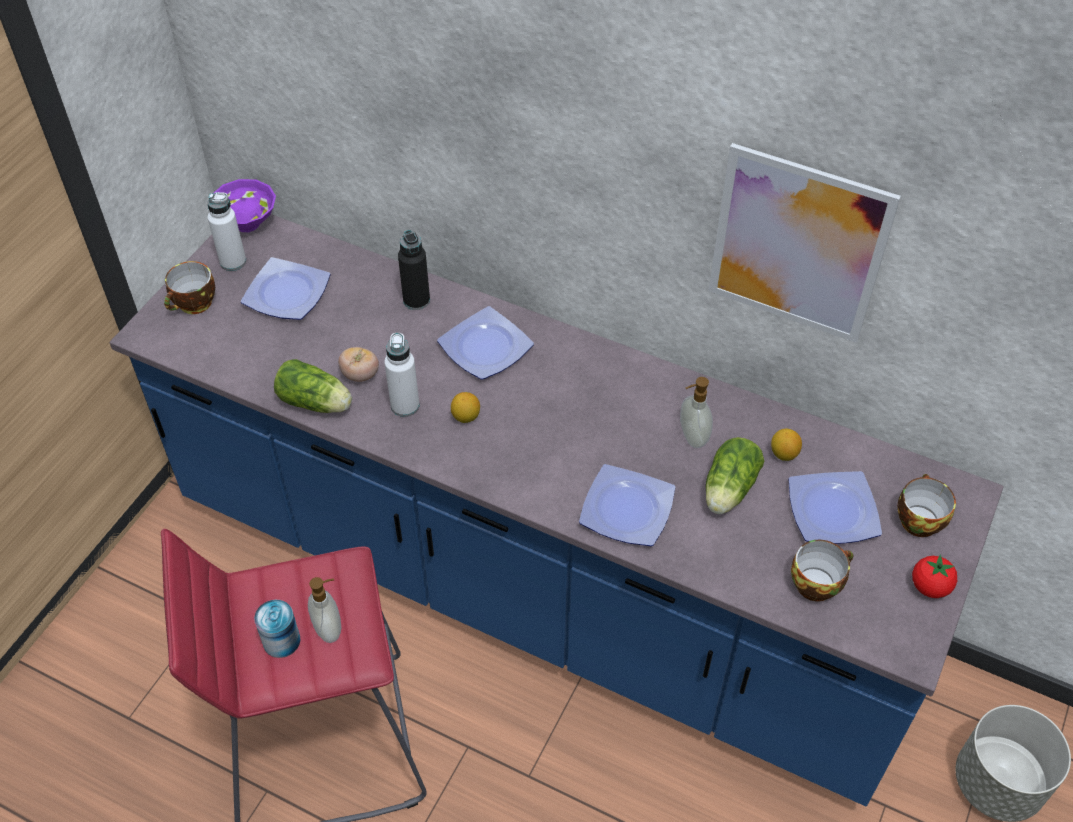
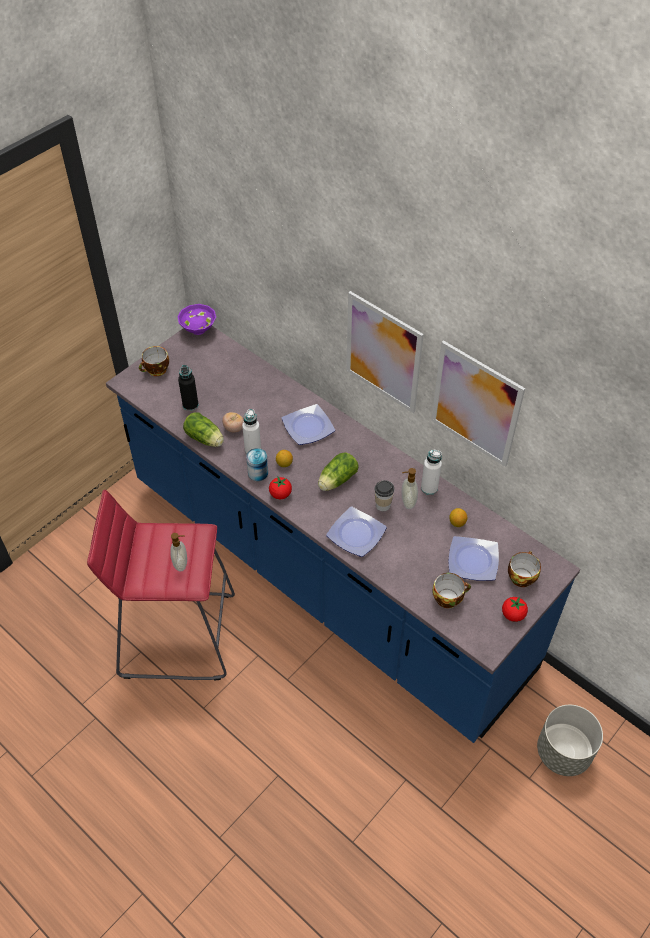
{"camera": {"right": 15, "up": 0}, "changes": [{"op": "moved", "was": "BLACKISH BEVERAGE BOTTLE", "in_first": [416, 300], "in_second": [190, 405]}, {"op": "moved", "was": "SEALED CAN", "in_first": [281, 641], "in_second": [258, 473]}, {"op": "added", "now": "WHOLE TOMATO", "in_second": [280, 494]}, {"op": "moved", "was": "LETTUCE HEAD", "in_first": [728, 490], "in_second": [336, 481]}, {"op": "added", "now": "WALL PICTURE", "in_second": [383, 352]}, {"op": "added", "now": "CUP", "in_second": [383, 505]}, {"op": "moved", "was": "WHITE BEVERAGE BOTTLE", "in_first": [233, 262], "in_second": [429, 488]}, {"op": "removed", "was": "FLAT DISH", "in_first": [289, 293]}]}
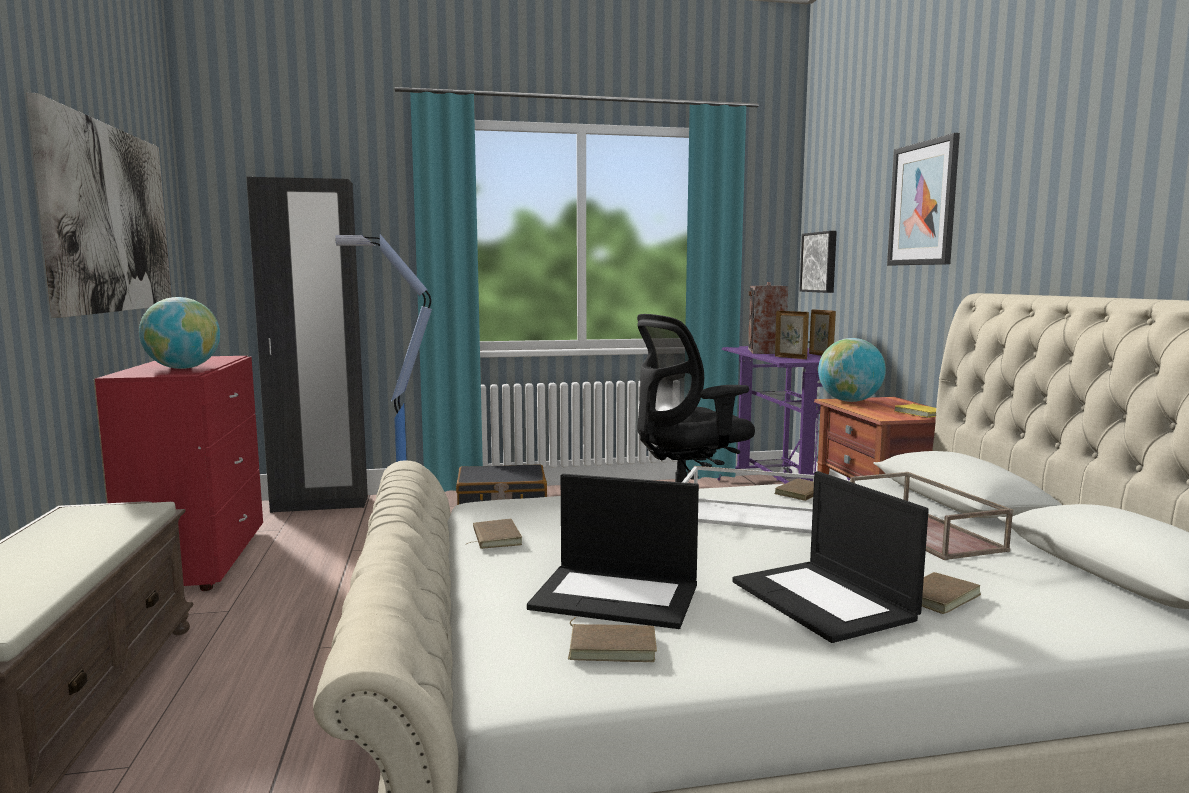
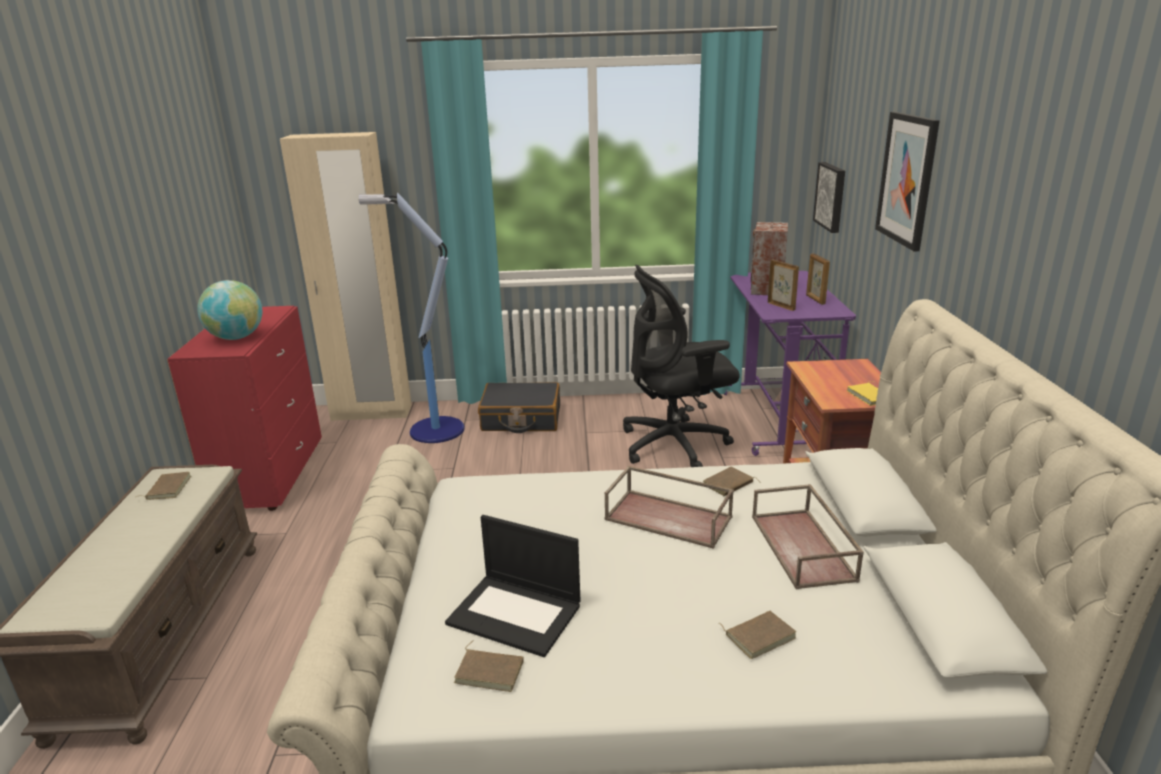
{"camera": {"right": 10, "up": 15}, "changes": [{"op": "moved", "was": "BROWN-COLOURED BOOK", "in_first": [494, 538], "in_second": [167, 488]}, {"op": "recoloured", "was": "BLACKISH WARDROBE", "now": "SAND-COLOURED WARDROBE", "in_first": [320, 505], "in_second": [371, 413]}, {"op": "recoloured", "was": "WHITE TRAY", "now": "BROWN-COLOURED TRAY", "in_first": [756, 516], "in_second": [670, 518]}, {"op": "removed", "was": "WALL PICTURE", "in_first": [108, 219]}, {"op": "removed", "was": "NOTEBOOK COMPUTER", "in_first": [824, 600]}, {"op": "removed", "was": "DESK GLOBE", "in_first": [849, 401]}]}
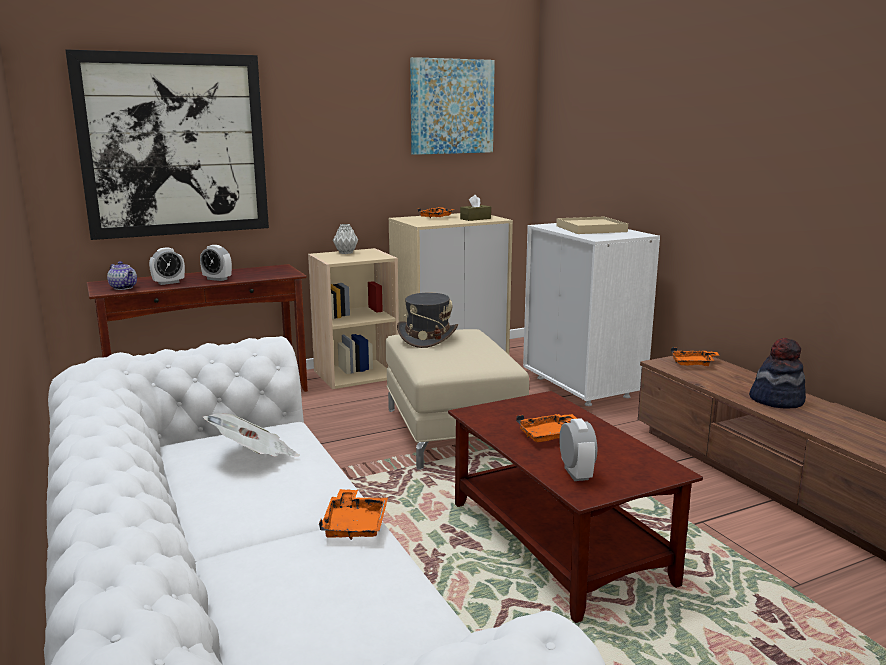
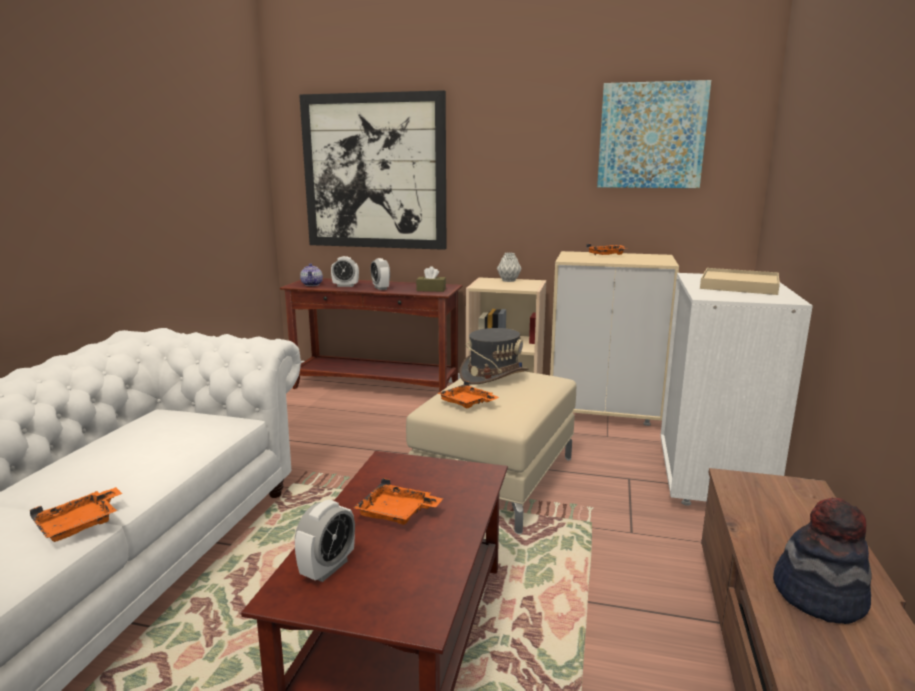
{"camera": {"right": 40, "up": 0}, "changes": [{"op": "moved", "was": "BROWN-COLOURED BOX OF TISSUES", "in_first": [475, 219], "in_second": [431, 290]}, {"op": "moved", "was": "ORANGE TRAY", "in_first": [693, 364], "in_second": [467, 403]}, {"op": "removed", "was": "PRINTED PAPER", "in_first": [255, 457]}]}
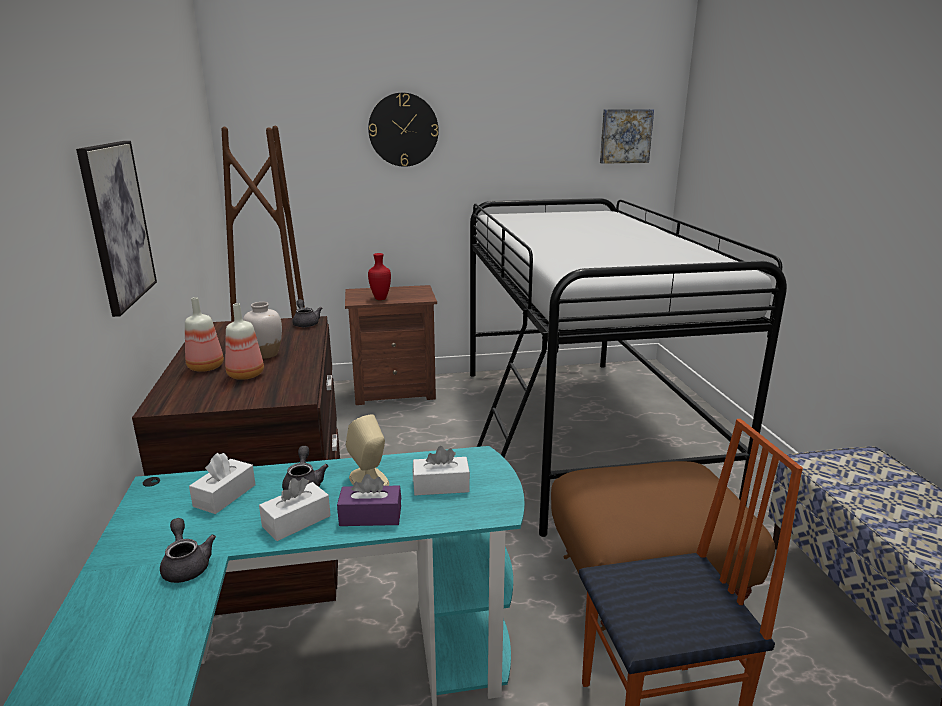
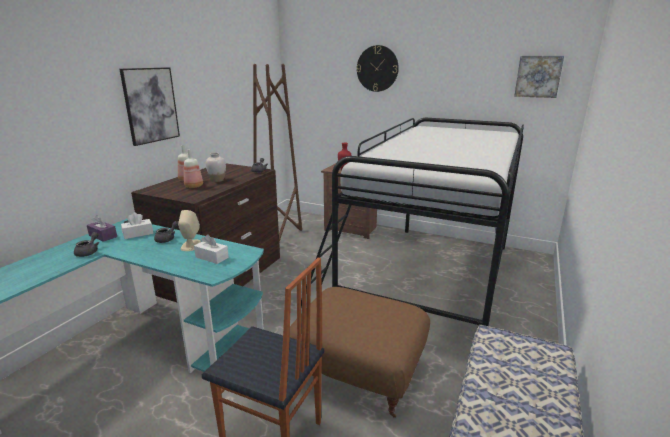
{"camera": {"right": 35, "up": 0}, "changes": [{"op": "moved", "was": "PURPLISH BOX OF TISSUES", "in_first": [370, 516], "in_second": [103, 236]}, {"op": "removed", "was": "WHITE BOX OF TISSUES", "in_first": [296, 521]}]}
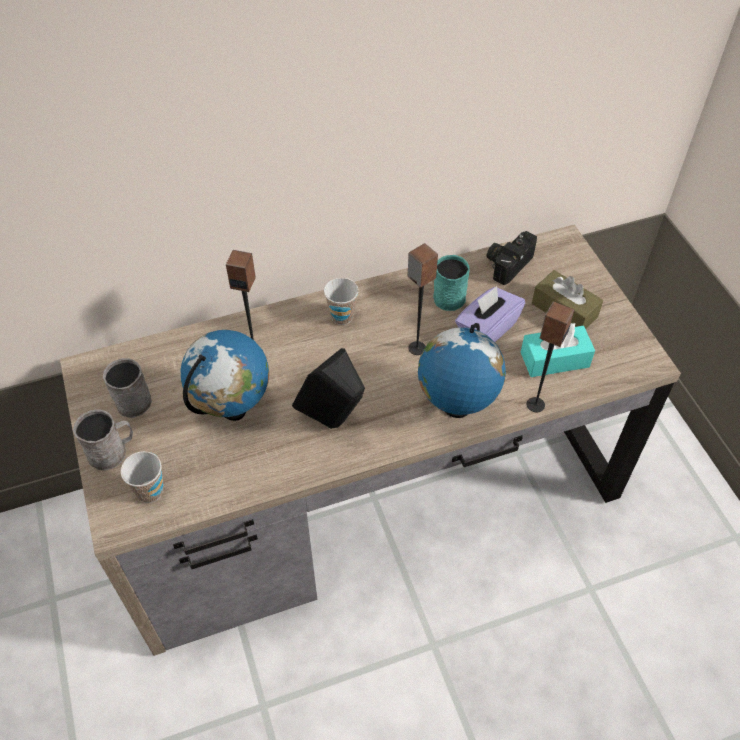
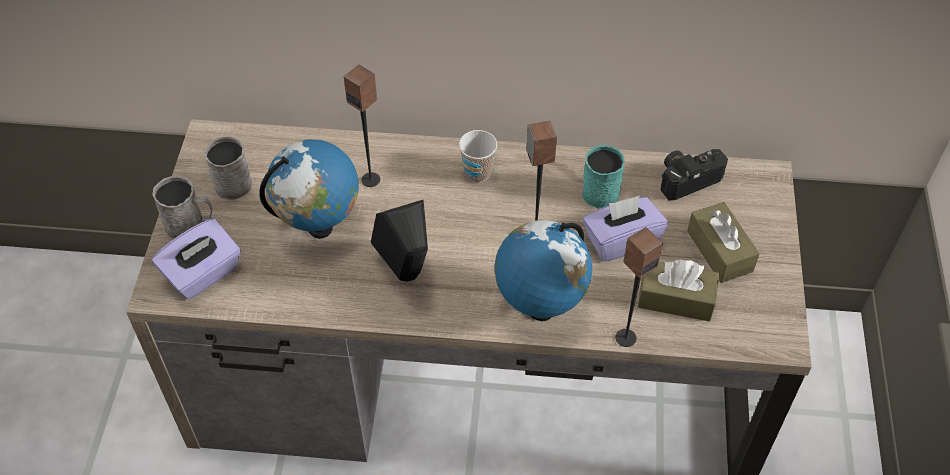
{"camera": {"right": 25, "up": 0}, "changes": [{"op": "replaced", "was": "CUP", "now": "PURPLISH BOX OF TISSUES", "in_first": [150, 491], "in_second": [203, 274]}, {"op": "recoloured", "was": "BLUE-GREEN BOX OF TISSUES", "now": "BROWN-COLOURED BOX OF TISSUES", "in_first": [554, 359], "in_second": [676, 299]}]}
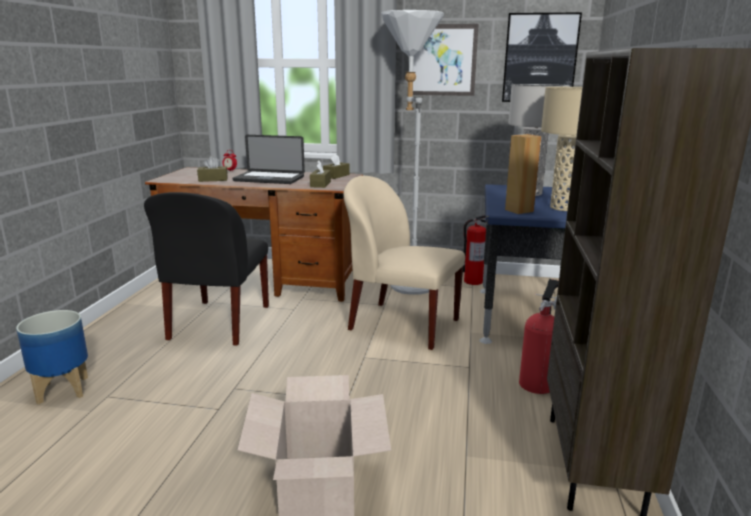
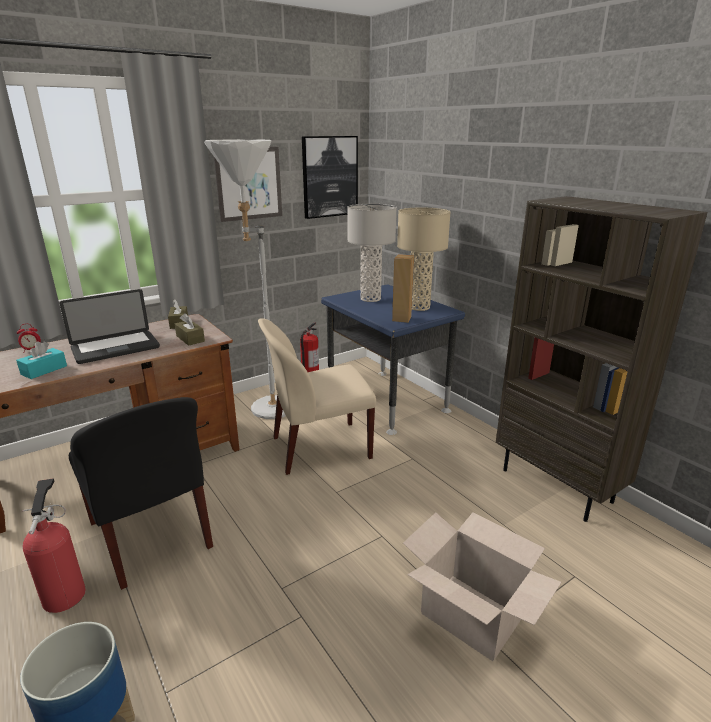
{"camera": {"right": -45, "up": 5}, "changes": [{"op": "recoloured", "was": "BROWN-COLOURED BOX OF TISSUES", "now": "BLUE-GREEN BOX OF TISSUES", "in_first": [213, 179], "in_second": [44, 370]}, {"op": "moved", "was": "FIRE-FIGHTING CYLINDER", "in_first": [537, 382], "in_second": [65, 592]}]}
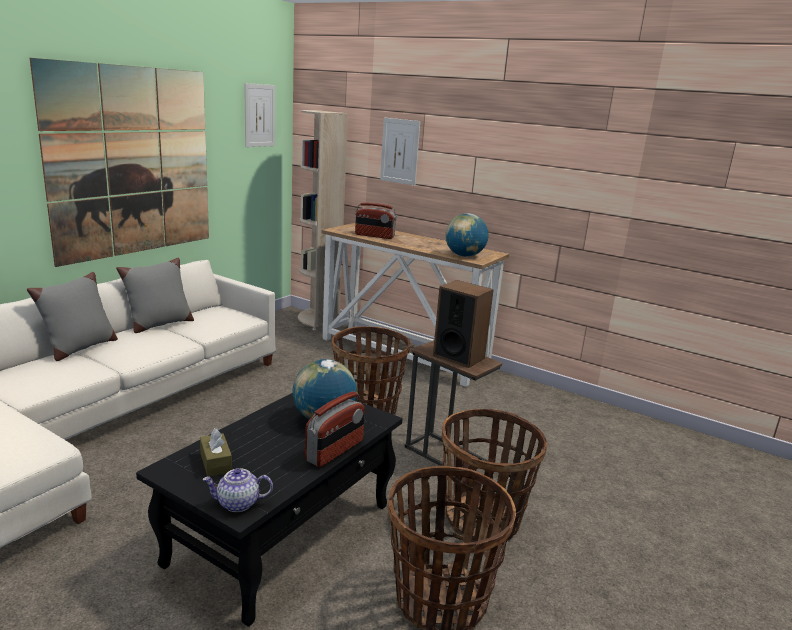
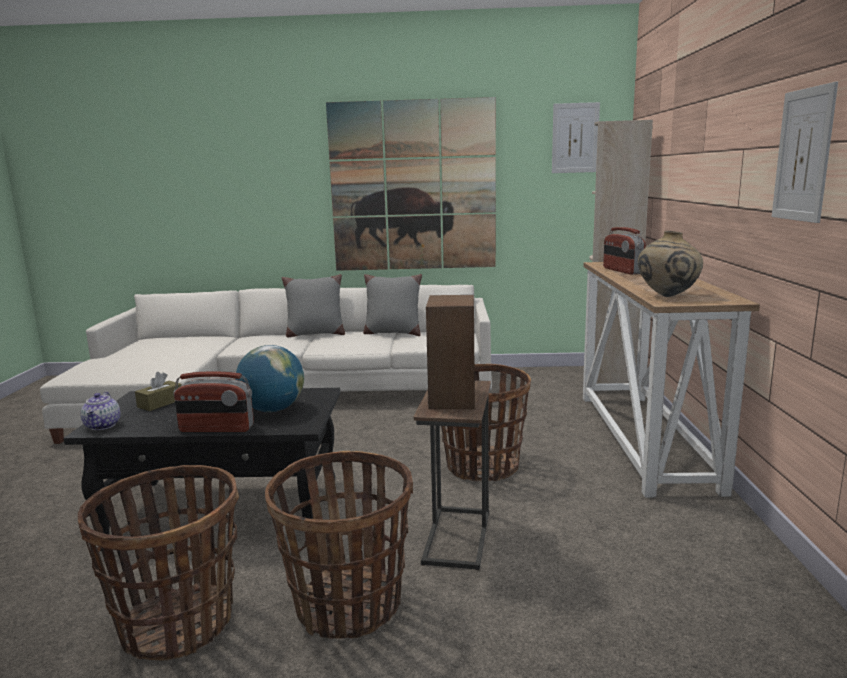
{"camera": {"right": 60, "up": -5}, "changes": [{"op": "turned", "was": "POT FOR TEA", "in_first": [237, 504], "in_second": [103, 426], "clockwise": -150}, {"op": "replaced", "was": "DESK GLOBE", "now": "SAND-COLOURED VASE", "in_first": [464, 256], "in_second": [667, 296]}, {"op": "moved", "was": "WALL PICTURE", "in_first": [400, 151], "in_second": [803, 155]}]}
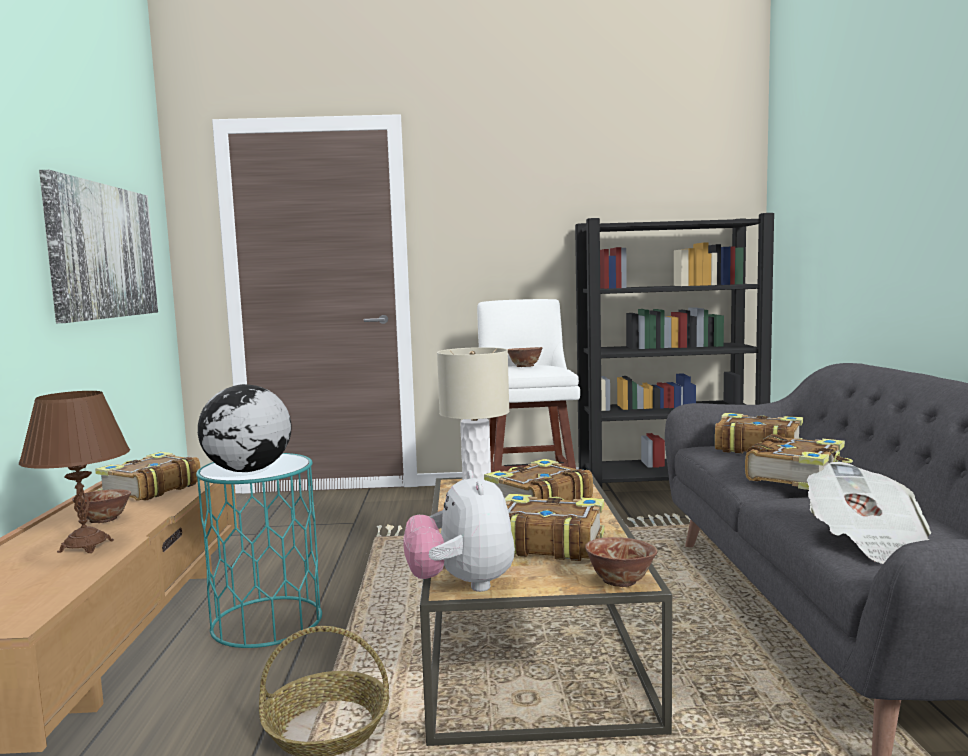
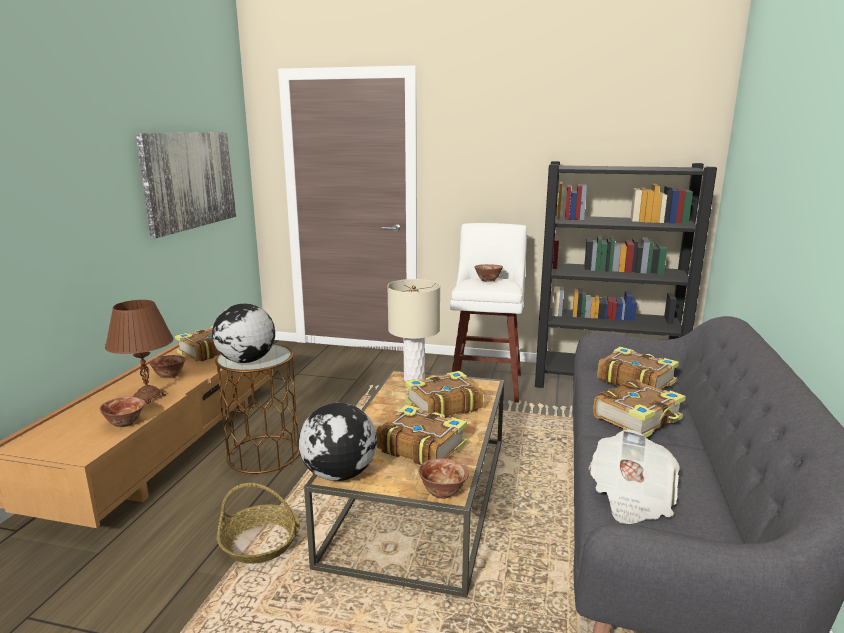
{"camera": {"right": 15, "up": 10}, "changes": [{"op": "added", "now": "SERVING BOWL", "in_second": [125, 423]}, {"op": "recoloured", "was": "BLUE-GREEN END TABLE", "now": "BROWN-COLOURED END TABLE", "in_first": [266, 621], "in_second": [263, 454]}, {"op": "replaced", "was": "CUDDLY TOY", "now": "DESK GLOBE", "in_first": [462, 585], "in_second": [340, 475]}]}
